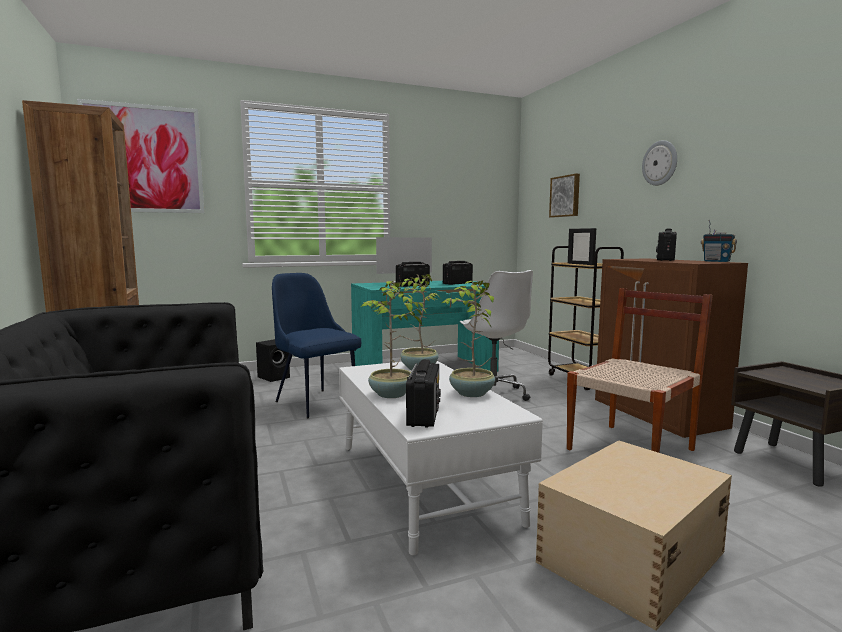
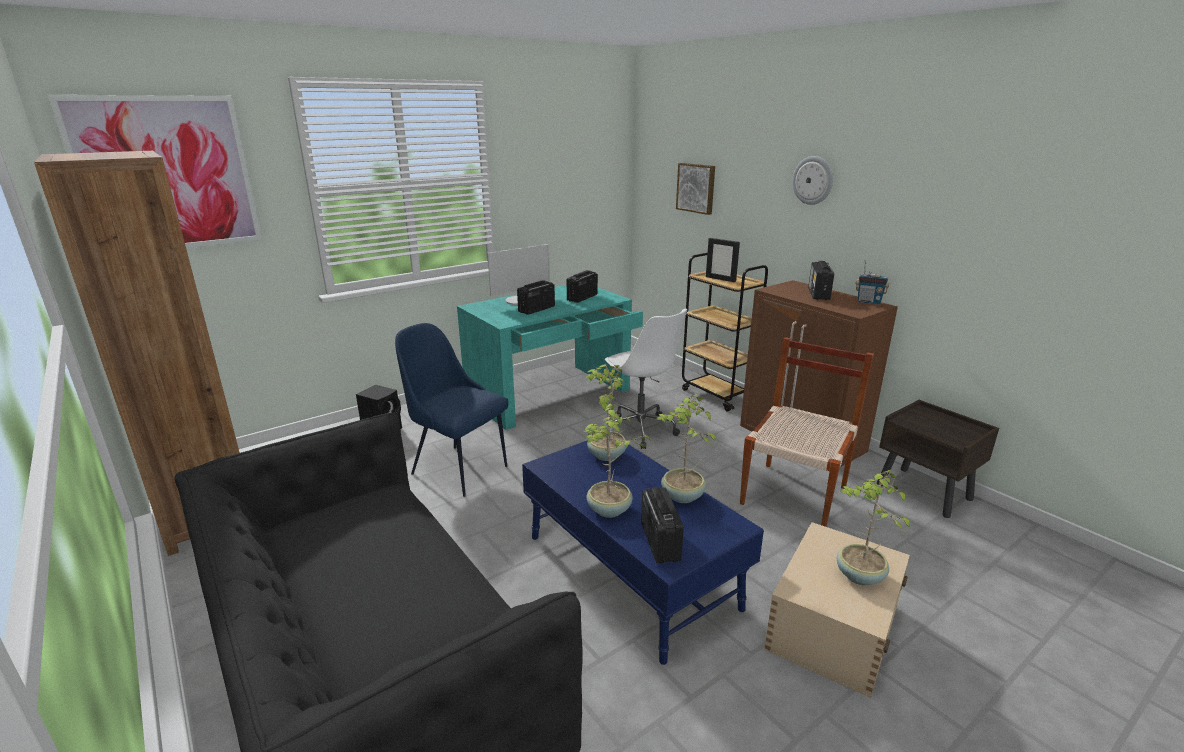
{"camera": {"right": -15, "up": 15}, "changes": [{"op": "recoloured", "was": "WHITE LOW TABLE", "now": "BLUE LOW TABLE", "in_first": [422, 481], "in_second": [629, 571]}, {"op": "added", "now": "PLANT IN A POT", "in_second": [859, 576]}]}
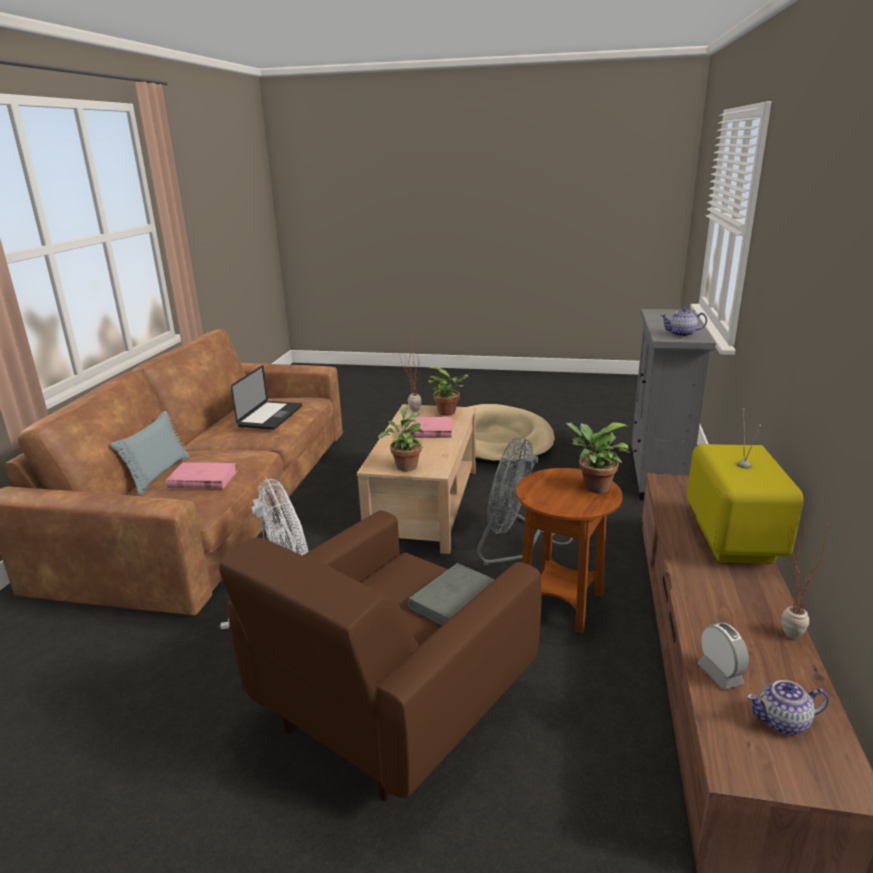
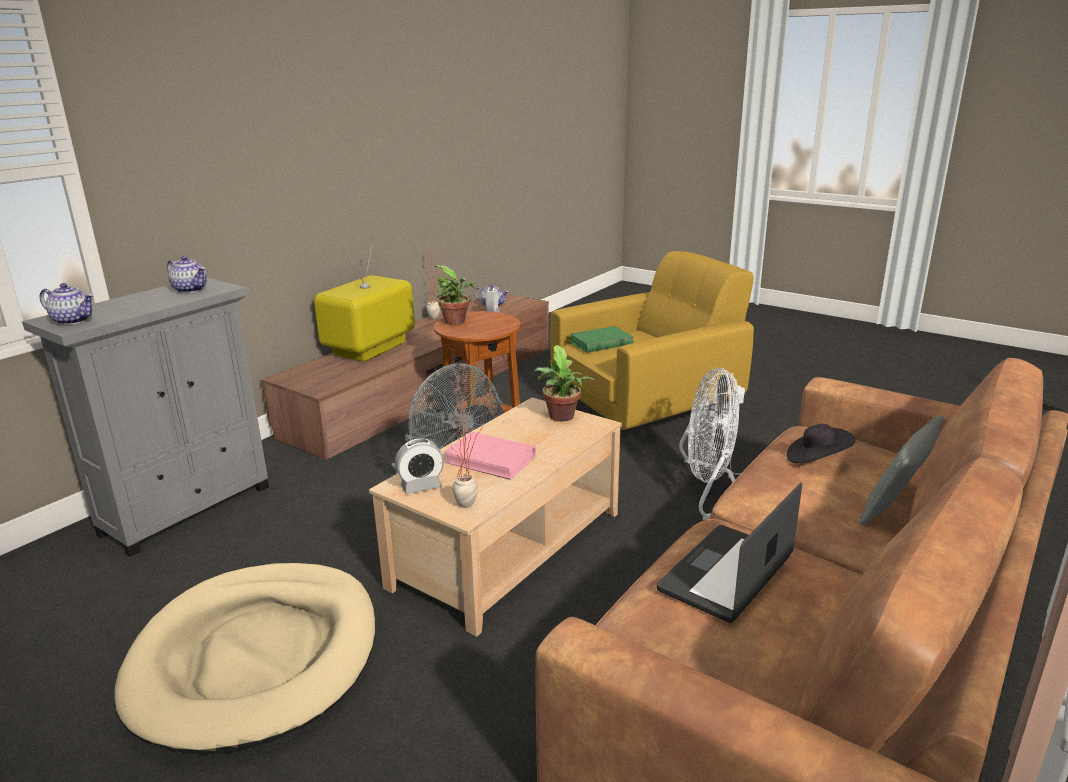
{"camera": {"right": -155, "up": 0}, "changes": [{"op": "added", "now": "POT FOR TEA", "in_second": [73, 320]}, {"op": "replaced", "was": "PLANT IN A POT", "now": "TABLE CLOCK", "in_first": [449, 412], "in_second": [421, 486]}, {"op": "recoloured", "was": "BROWN-COLOURED LOUNGE CHAIR", "now": "YELLOW LOUNGE CHAIR", "in_first": [390, 706], "in_second": [648, 408]}, {"op": "recoloured", "was": "GRAY BOOK", "now": "GREENISH BOOK", "in_first": [454, 599], "in_second": [600, 343]}, {"op": "replaced", "was": "PINKISH BOOK", "now": "BLACKISH CLOTHING HAT", "in_first": [202, 479], "in_second": [816, 460]}, {"op": "recoloured", "was": "BLUE THROW PILLOW", "now": "GRAY THROW PILLOW", "in_first": [158, 474], "in_second": [895, 503]}]}
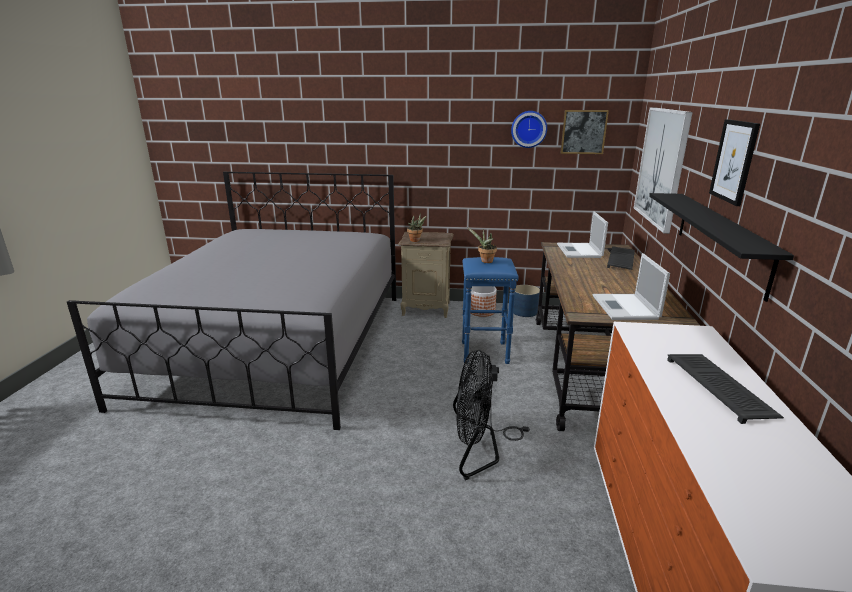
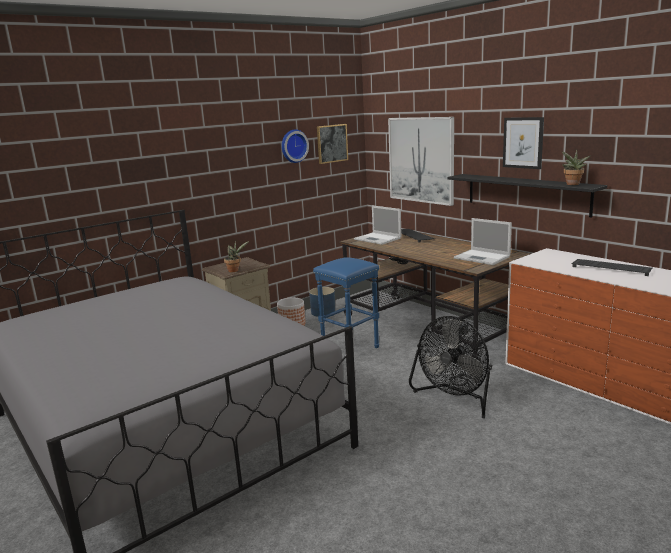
{"camera": {"right": -45, "up": -5}, "changes": [{"op": "moved", "was": "PLANT IN A POT", "in_first": [485, 261], "in_second": [572, 184]}]}
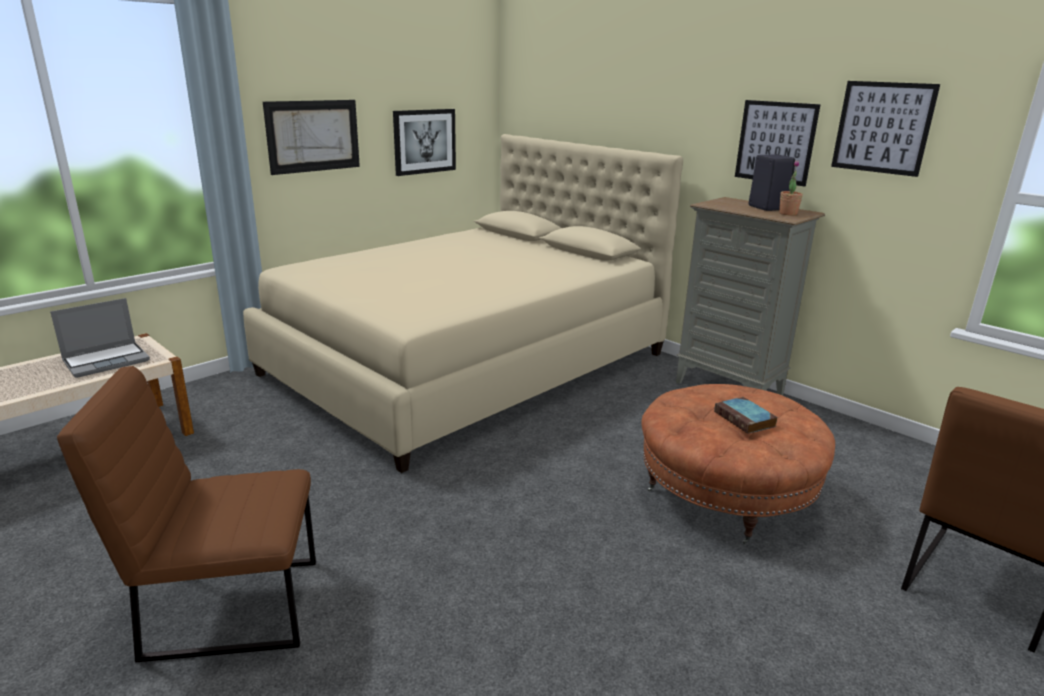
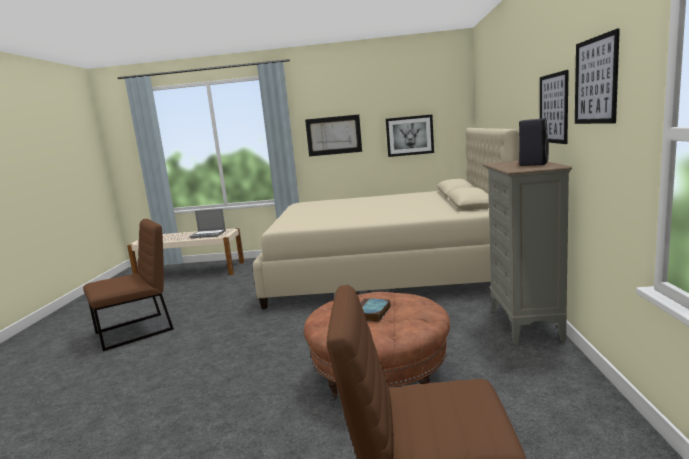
{"camera": {"right": 50, "up": -10}, "changes": [{"op": "turned", "was": "BROWN-COLOURED PLAIN CHAIR", "in_first": [228, 607], "in_second": [137, 330], "clockwise": 105}, {"op": "removed", "was": "PLANT IN A POT", "in_first": [788, 213]}]}
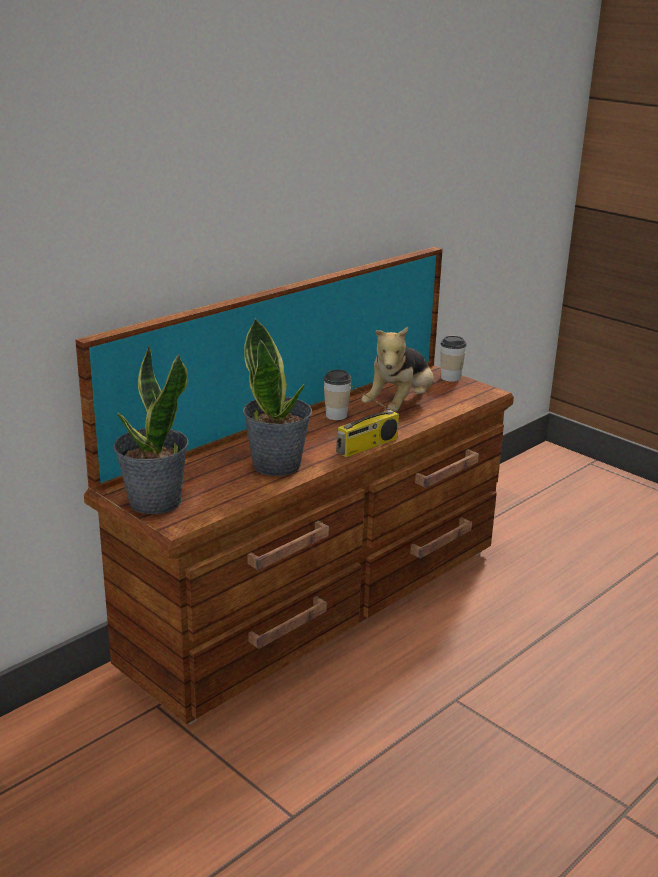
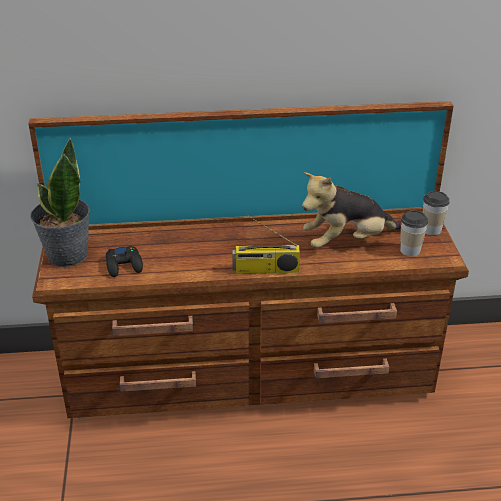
{"camera": {"right": 40, "up": 10}, "changes": [{"op": "added", "now": "BLACKISH GAME CONTROLLER", "in_second": [124, 265]}, {"op": "moved", "was": "CUP", "in_first": [336, 415], "in_second": [410, 250]}, {"op": "removed", "was": "PLANT IN A POT", "in_first": [277, 465]}]}
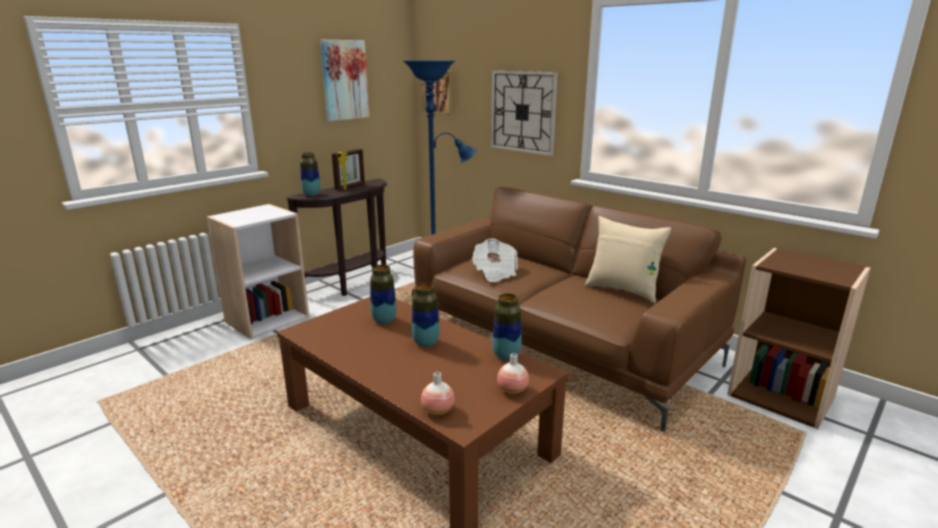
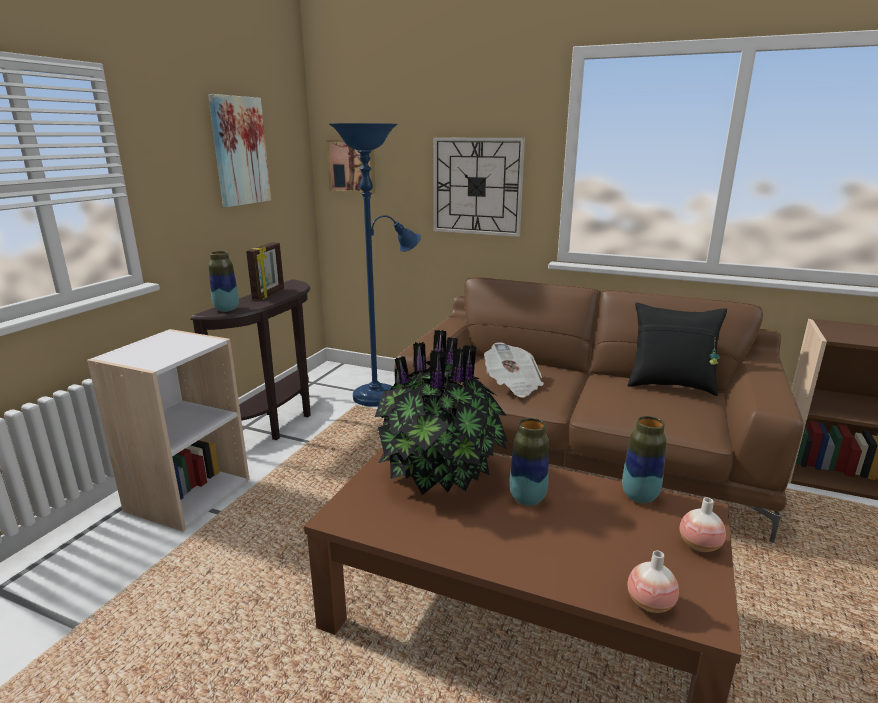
{"camera": {"right": -20, "up": 0}, "changes": [{"op": "replaced", "was": "VASE", "now": "PLANT IN A POT", "in_first": [384, 320], "in_second": [441, 476]}, {"op": "recoloured", "was": "SAND-COLOURED THROW PILLOW", "now": "BLACKISH THROW PILLOW", "in_first": [622, 291], "in_second": [670, 386]}]}
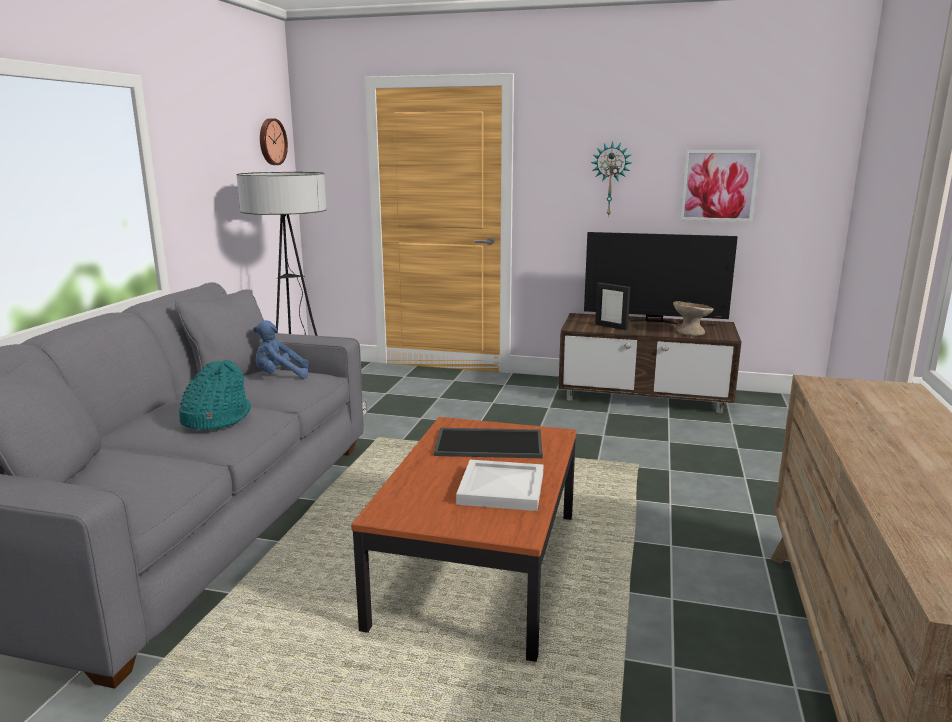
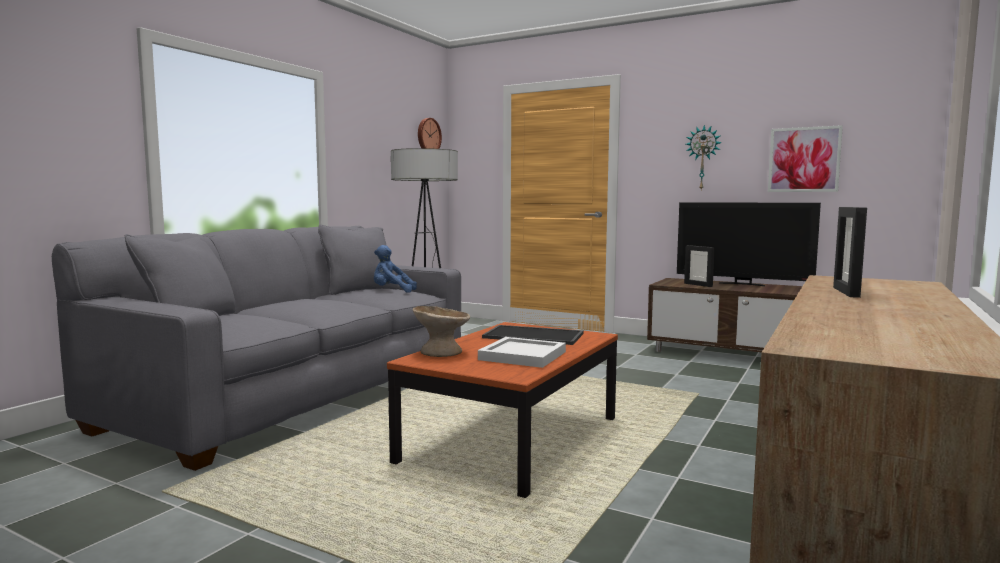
{"camera": {"right": 15, "up": -10}, "changes": [{"op": "moved", "was": "SAND-COLOURED SERVING BOWL", "in_first": [690, 332], "in_second": [441, 352]}, {"op": "added", "now": "PHOTO FRAME", "in_second": [847, 292]}, {"op": "removed", "was": "BLUE-GREEN CLOTHING HAT", "in_first": [216, 418]}]}
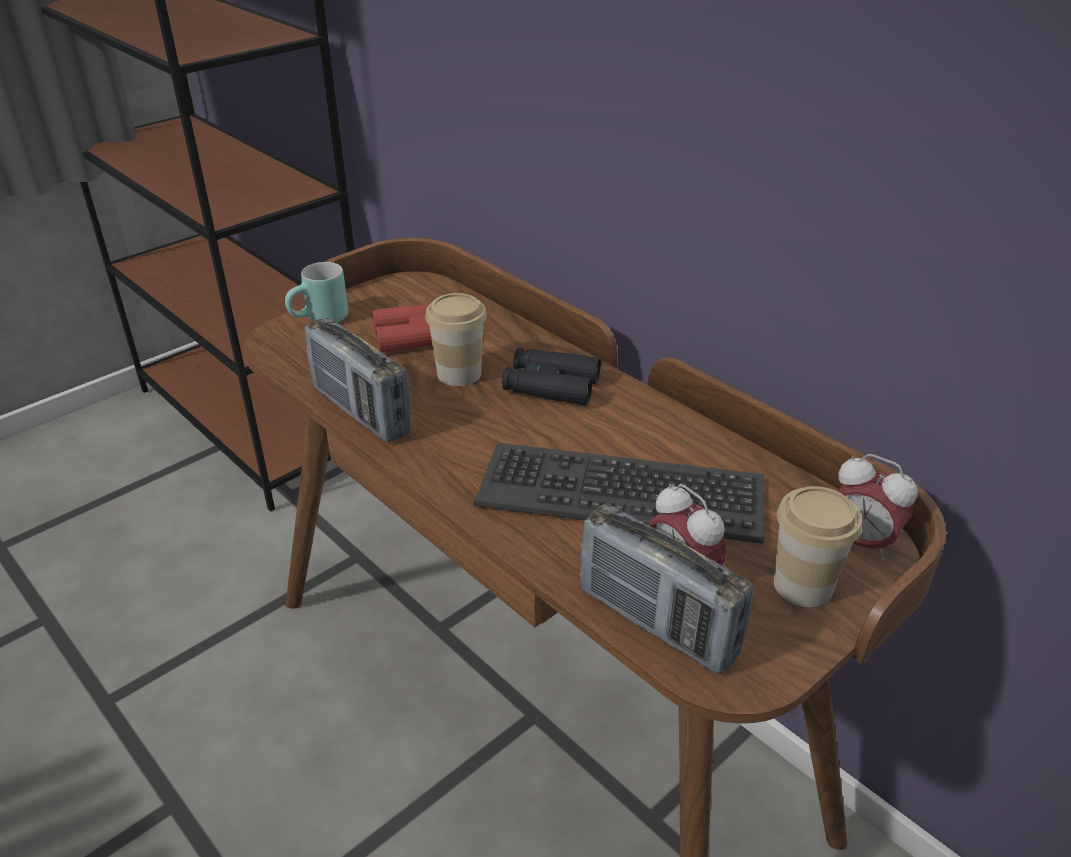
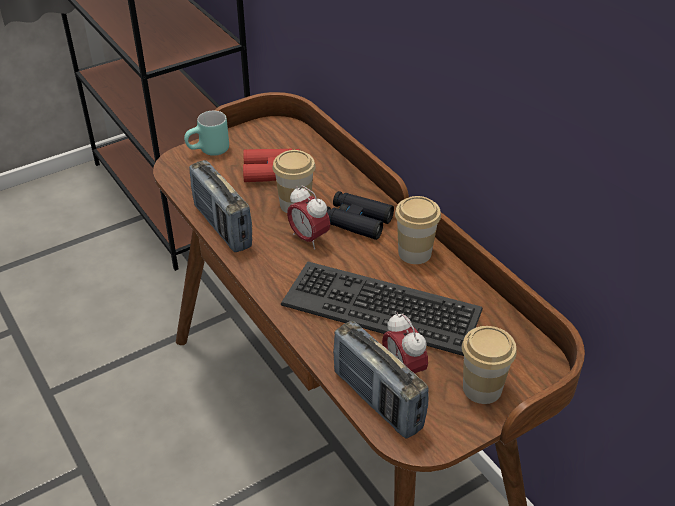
{"camera": {"right": 10, "up": 5}, "changes": [{"op": "moved", "was": "TABLE CLOCK", "in_first": [860, 542], "in_second": [308, 238]}, {"op": "added", "now": "CUP", "in_second": [414, 253]}]}
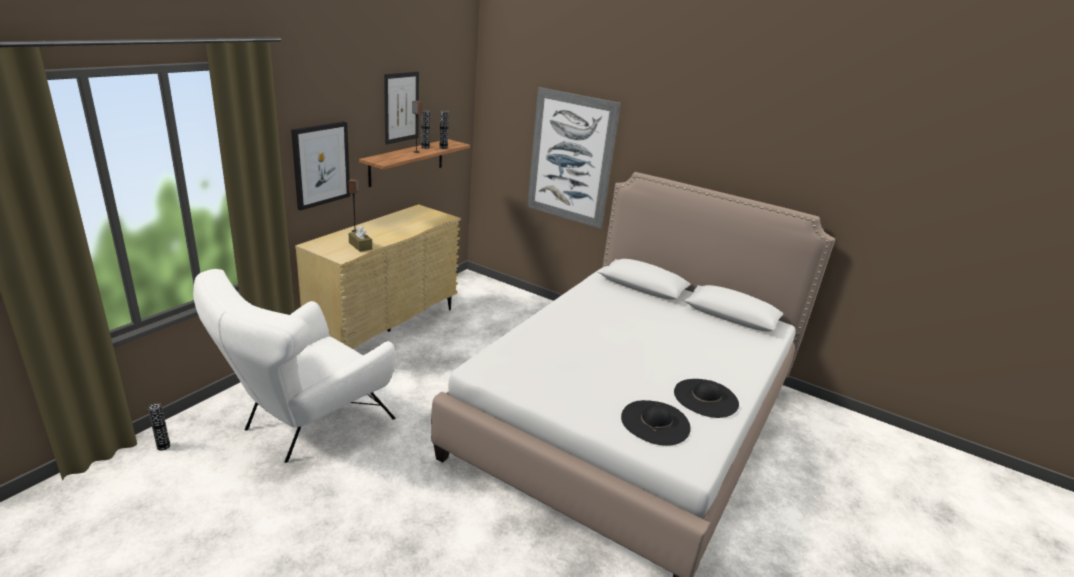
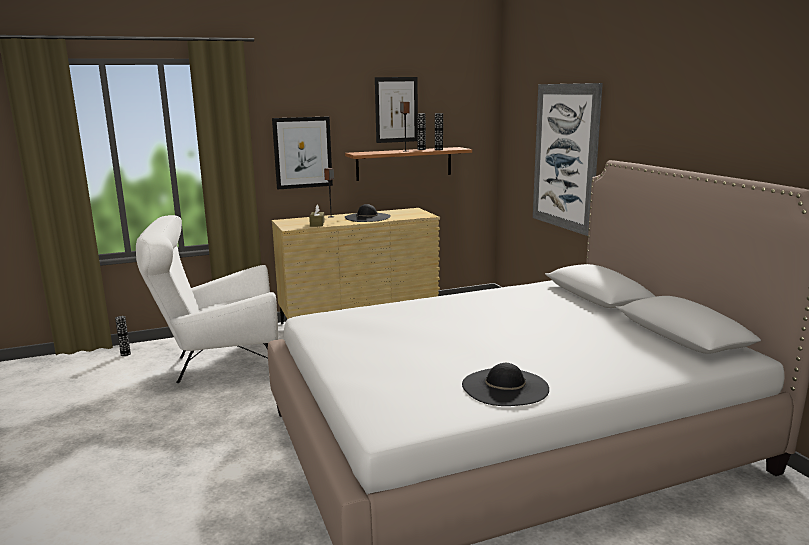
{"camera": {"right": 40, "up": -10}, "changes": [{"op": "moved", "was": "BLACKISH CLOTHING HAT", "in_first": [655, 422], "in_second": [367, 217]}]}
